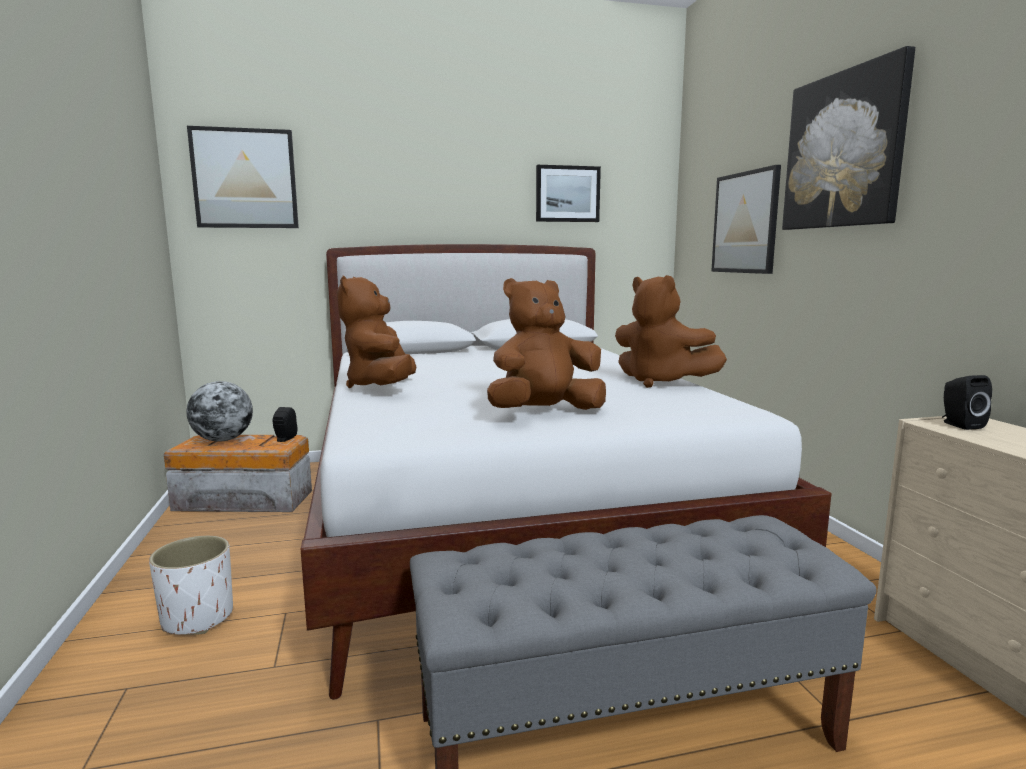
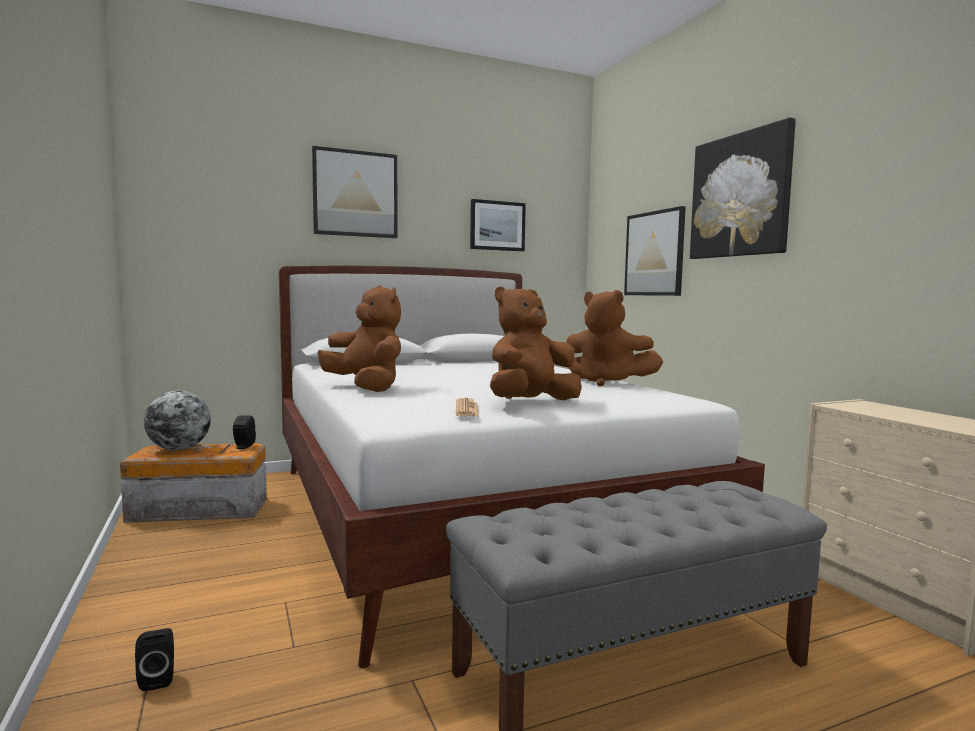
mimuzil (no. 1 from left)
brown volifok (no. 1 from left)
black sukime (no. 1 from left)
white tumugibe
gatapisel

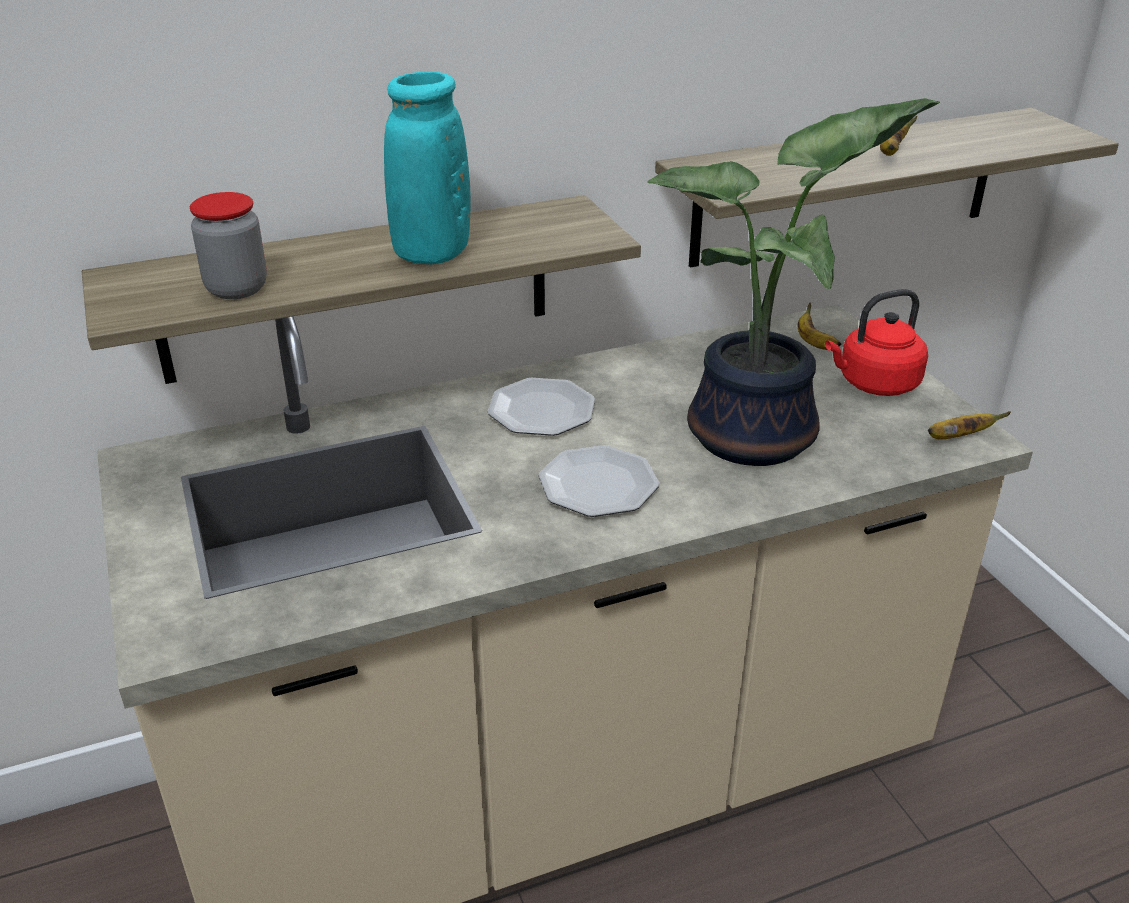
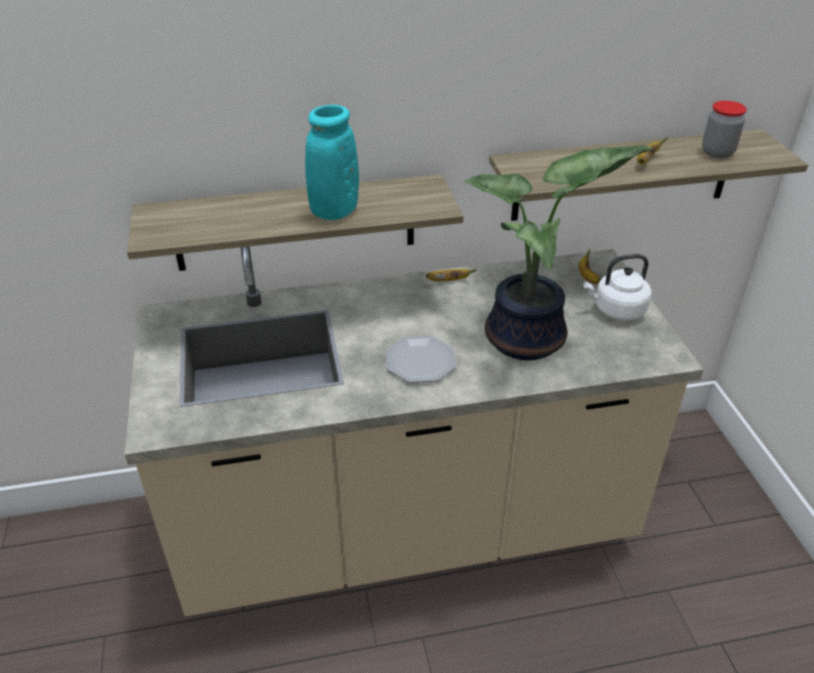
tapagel
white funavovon
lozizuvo (no. 1 from left in the first image)
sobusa (no. 1 from left)

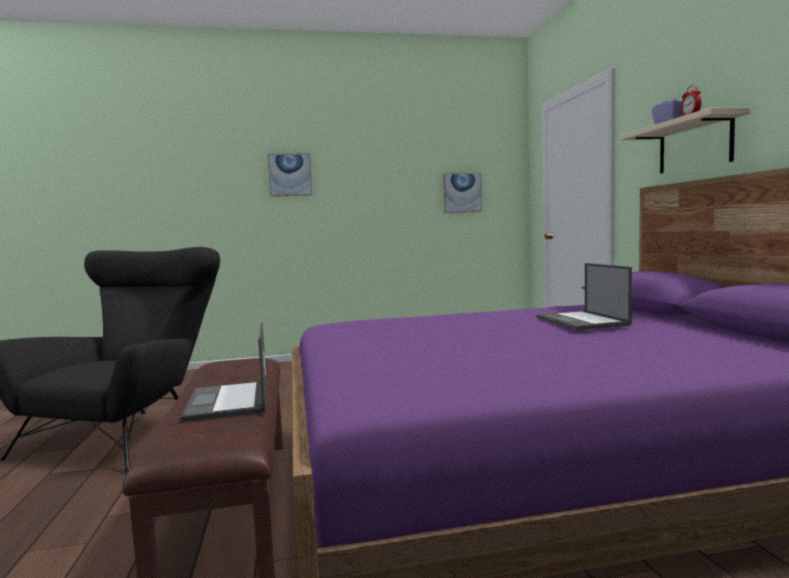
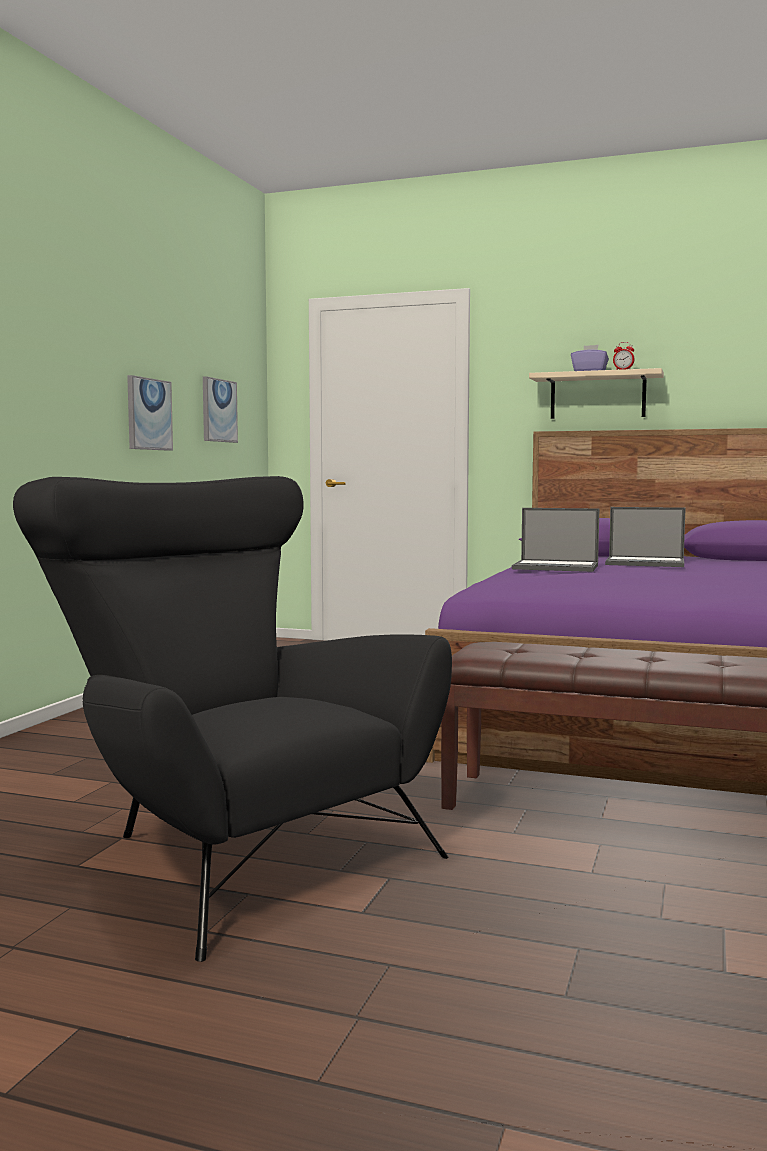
mimuzil (no. 1 from left)
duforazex (no. 1 from left)

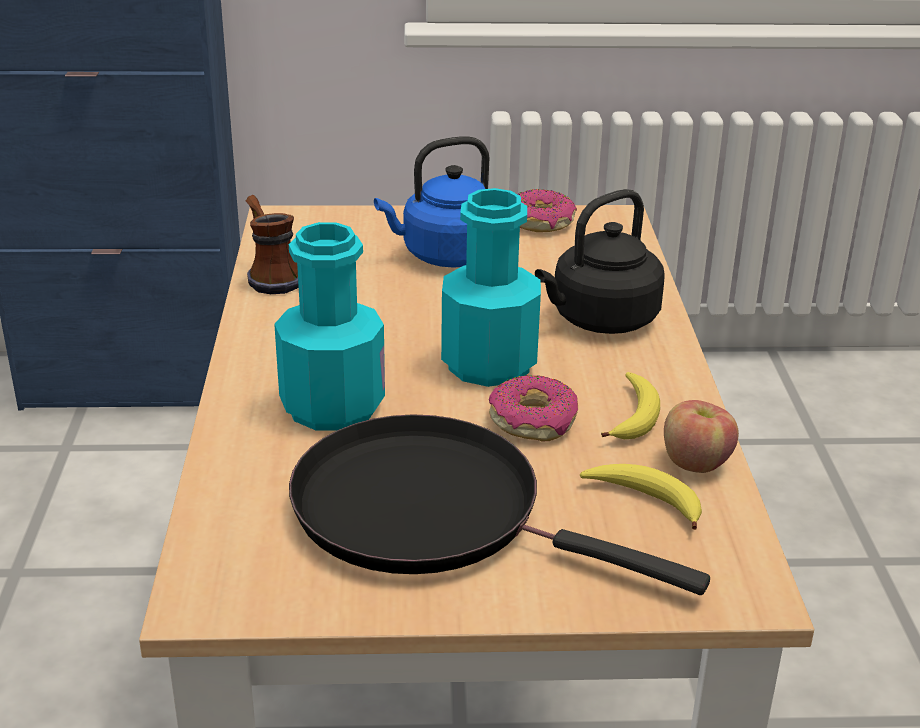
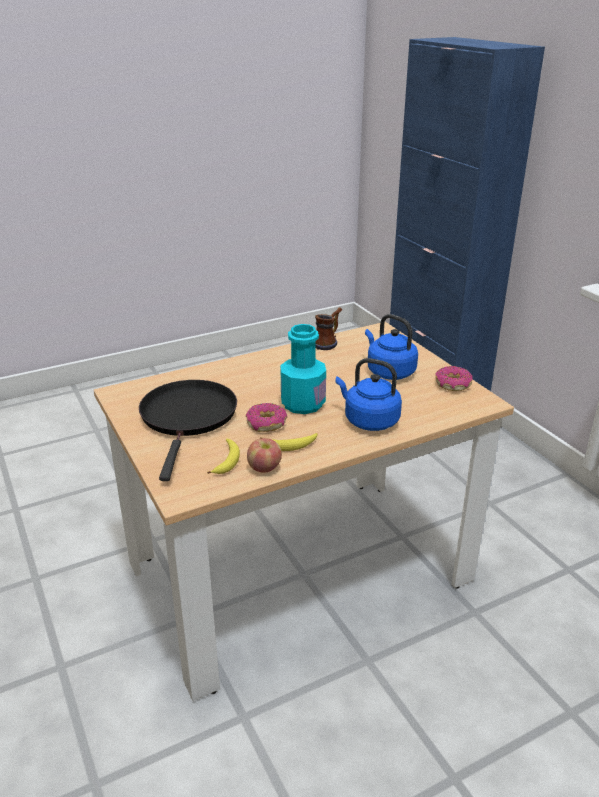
blue funavovon (no. 1 from left)
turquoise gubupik (no. 1 from left in the first image)

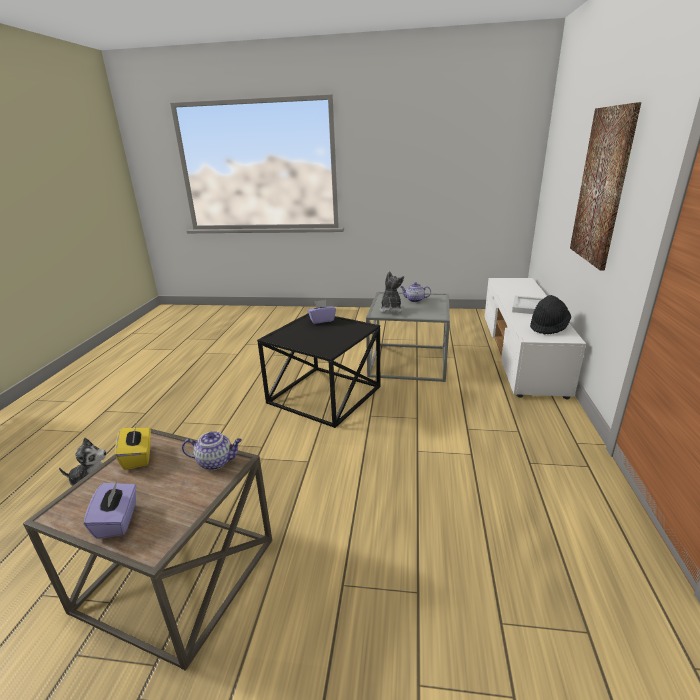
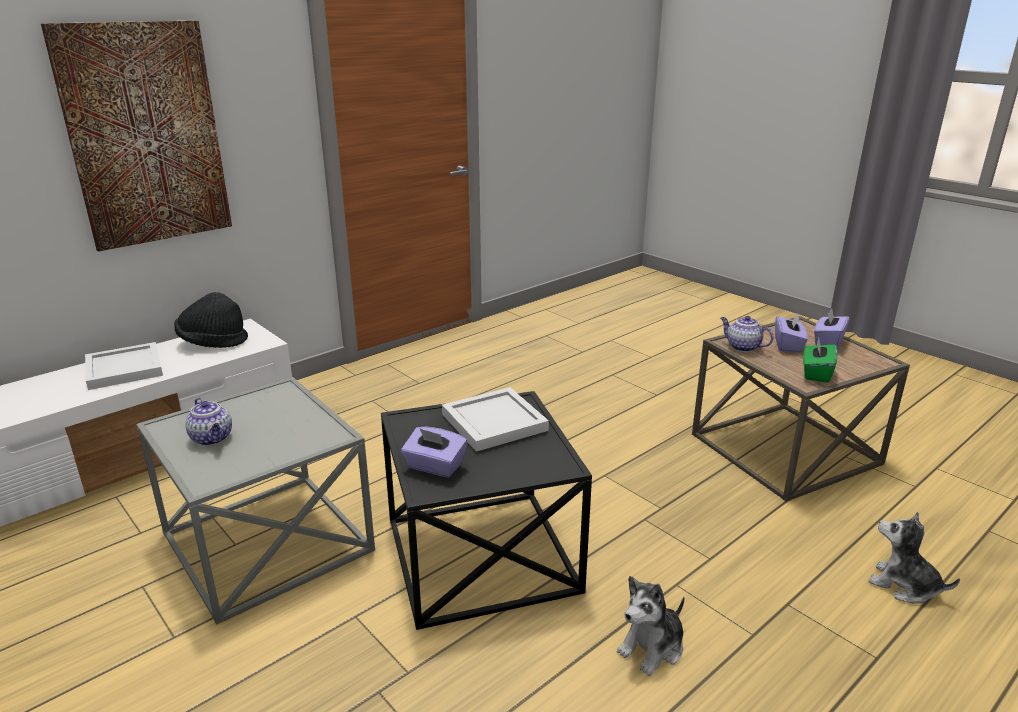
volifok (no. 1 from left)
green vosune
purple vosune (no. 2 from left)
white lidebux (no. 2 from left)

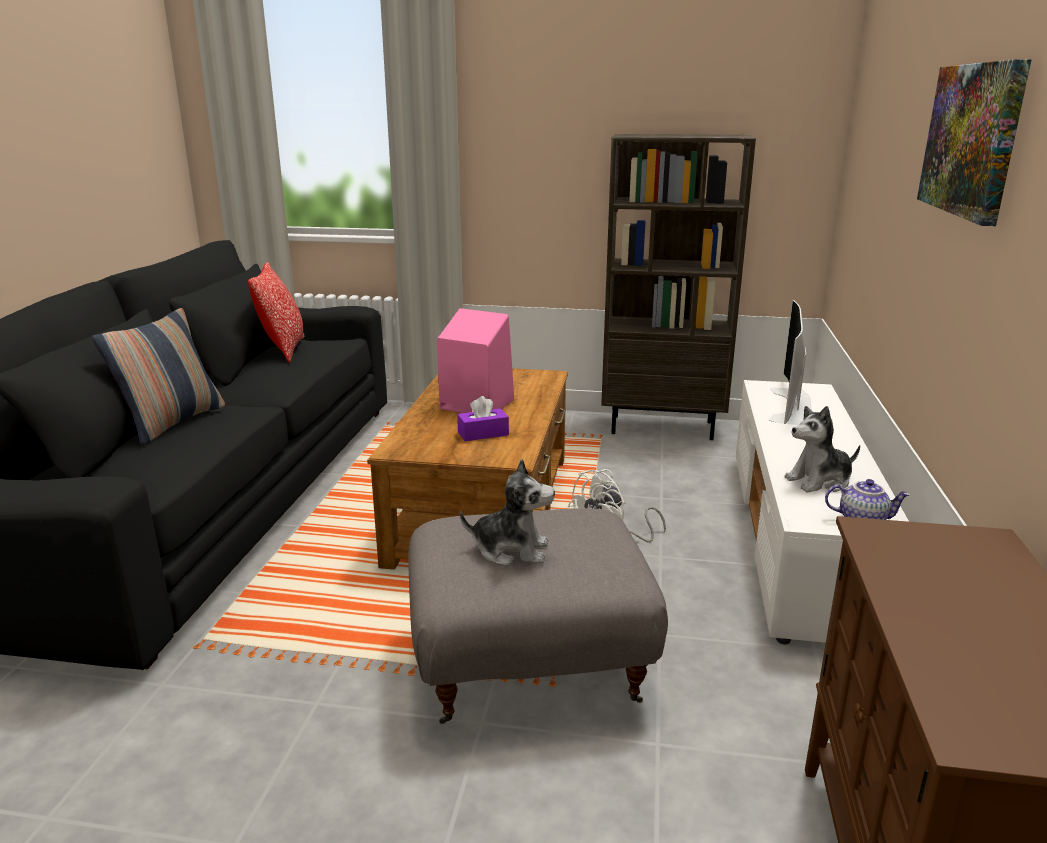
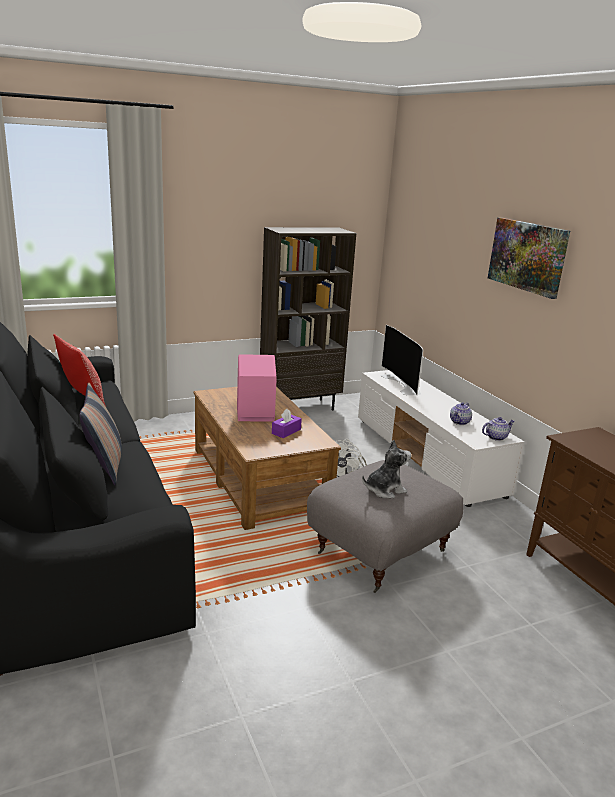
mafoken (no. 1 from left)

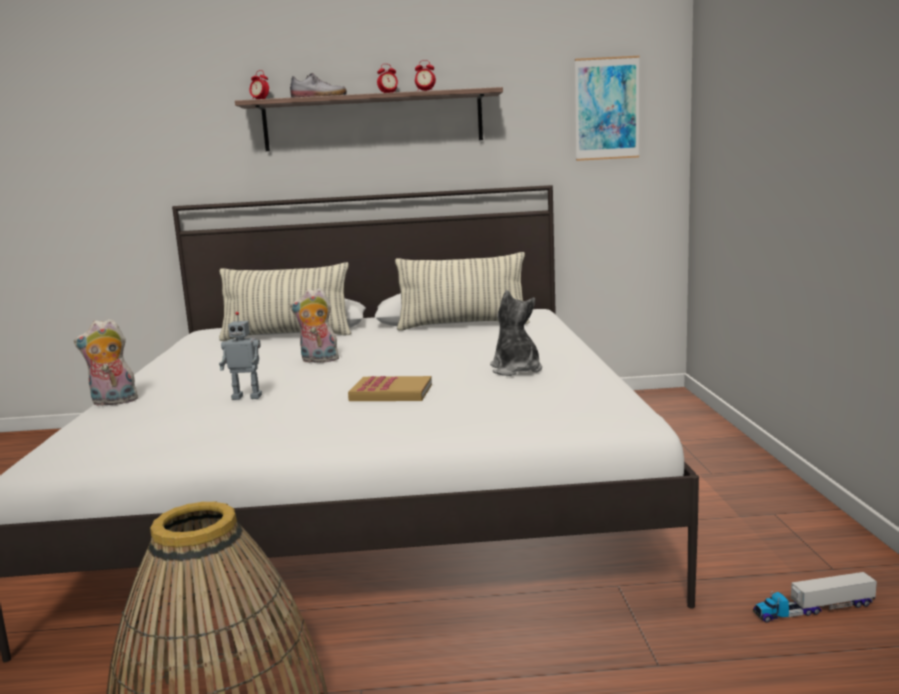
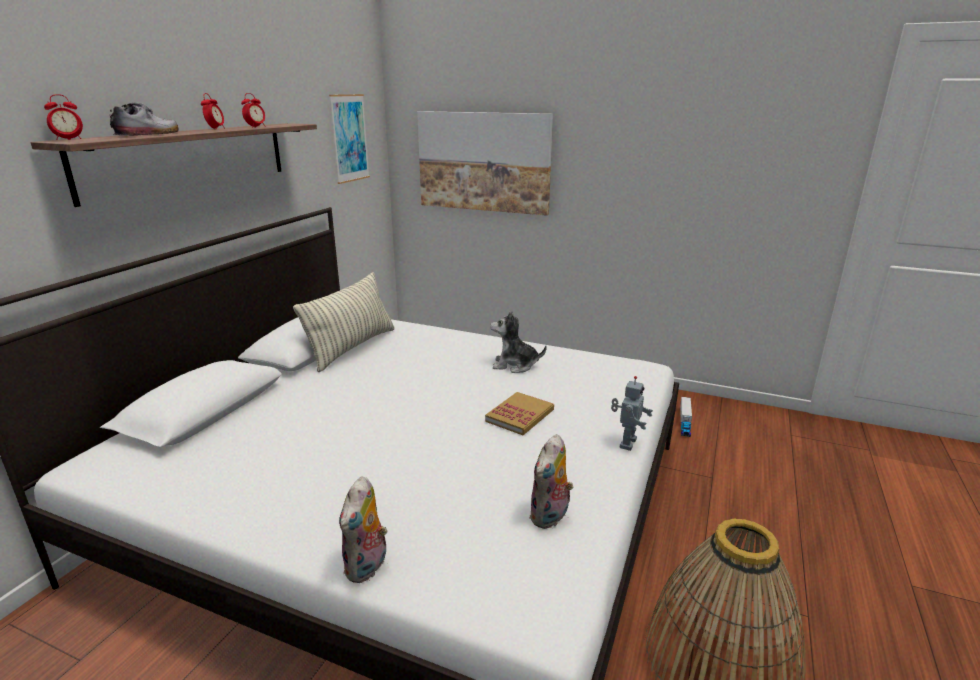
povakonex (no. 1 from left in the first image)
volifok (no. 3 from left)
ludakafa
mimuzil (no. 2 from left)

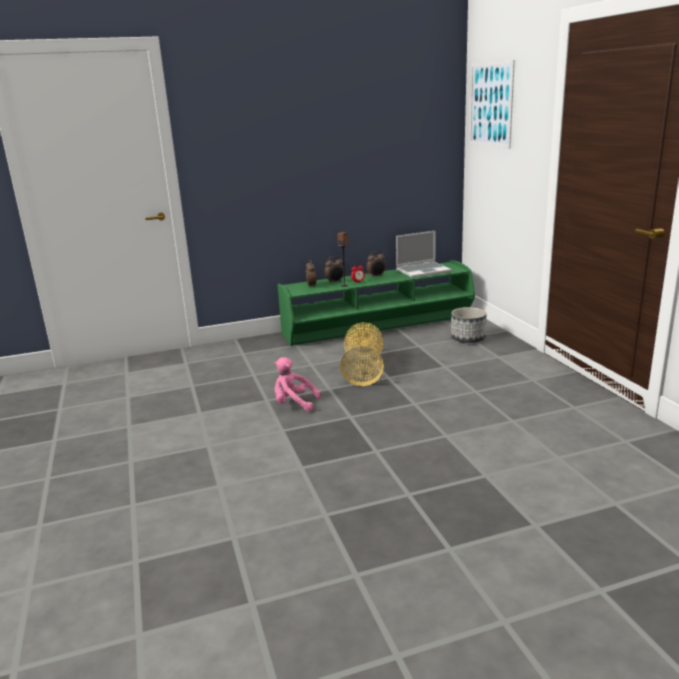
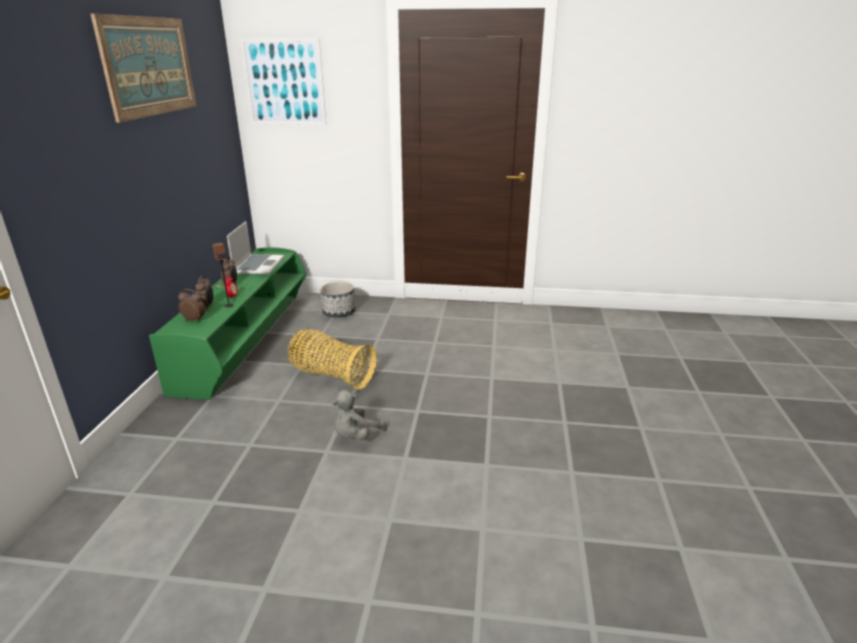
grey volifok
mimuzil (no. 1 from left)

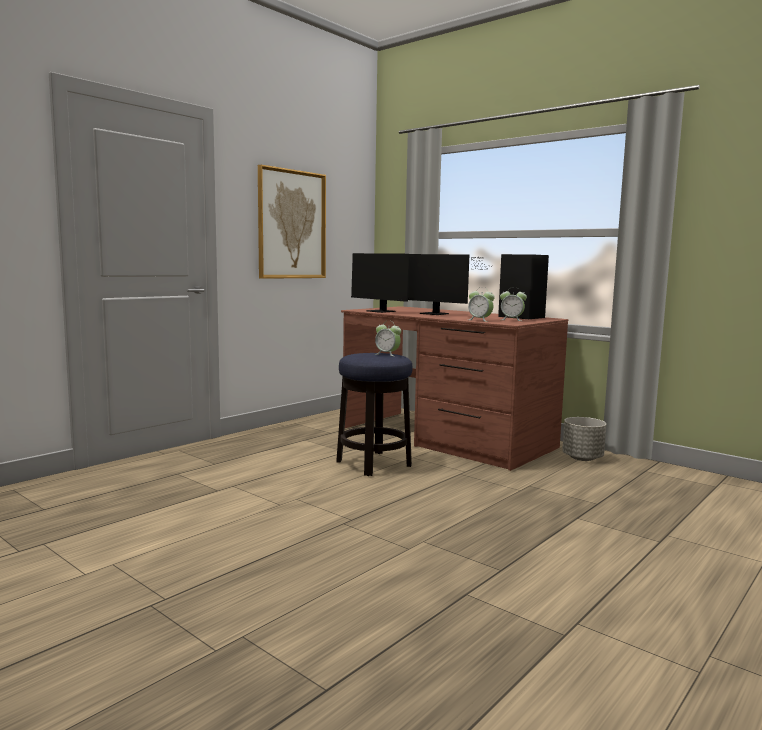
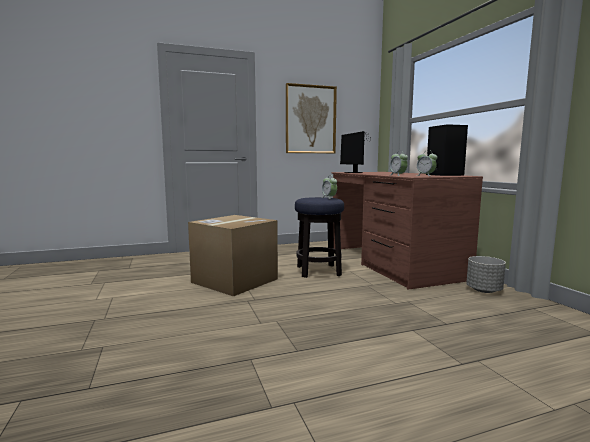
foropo (no. 2 from left in the first image)
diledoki

